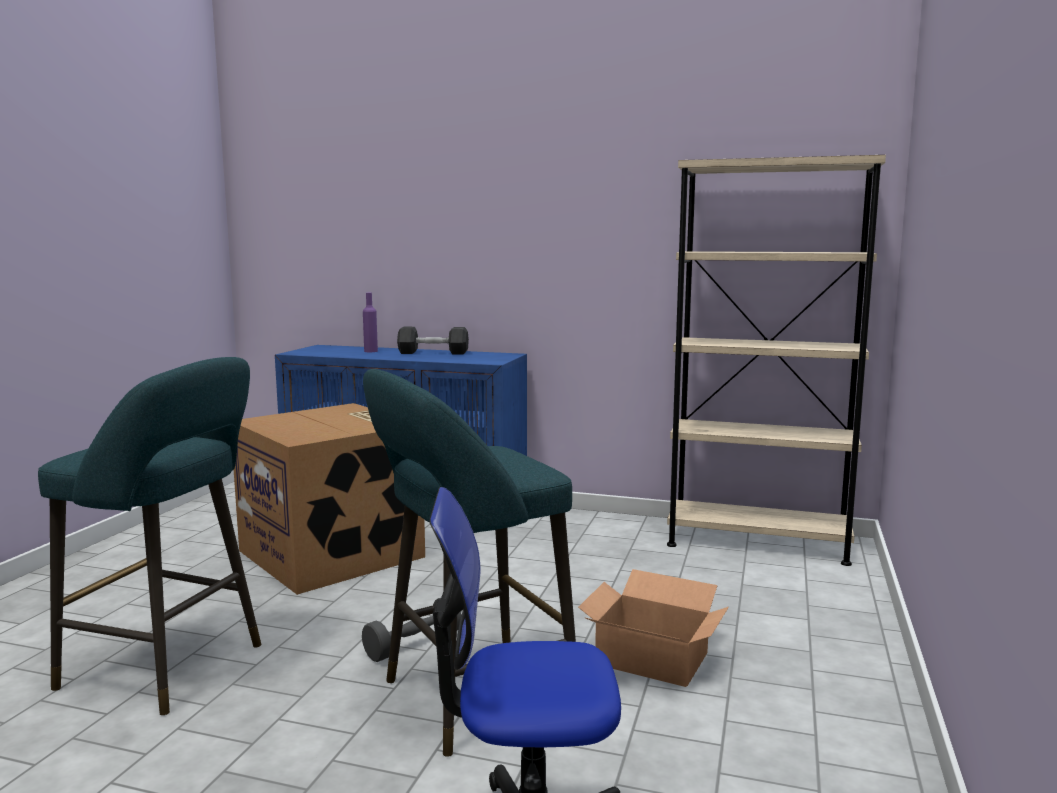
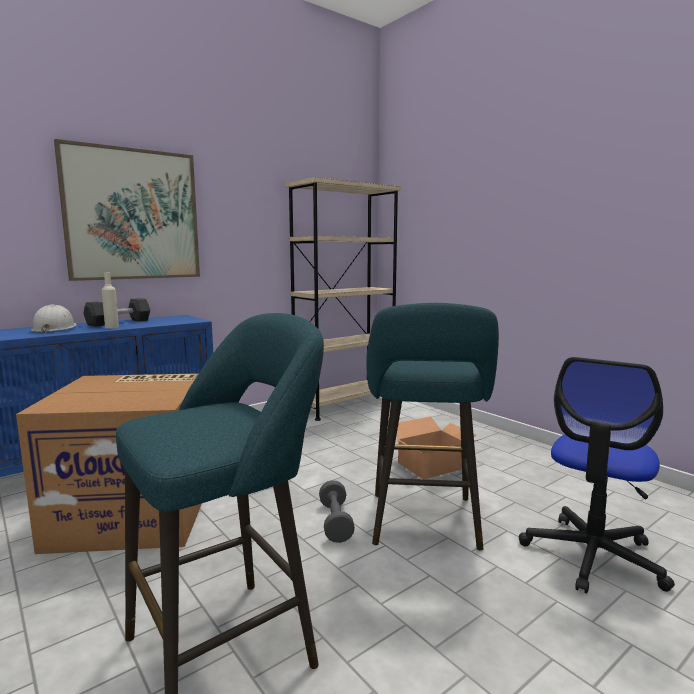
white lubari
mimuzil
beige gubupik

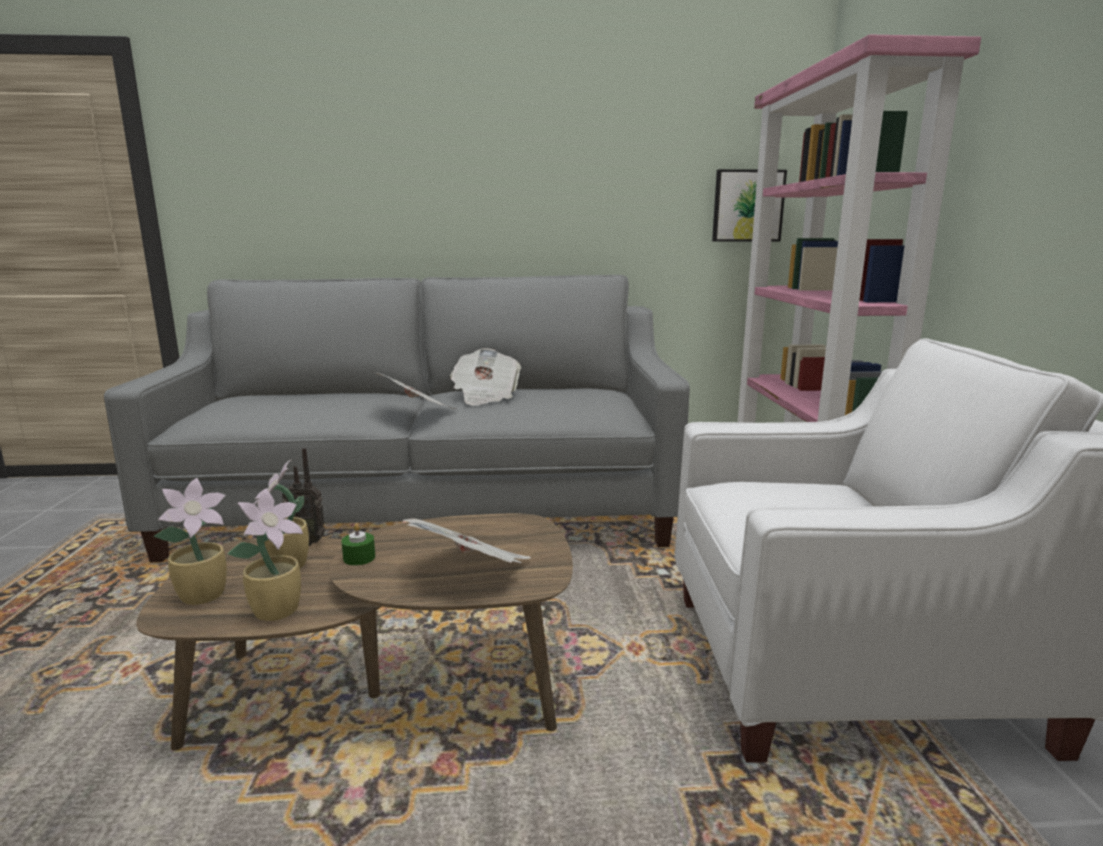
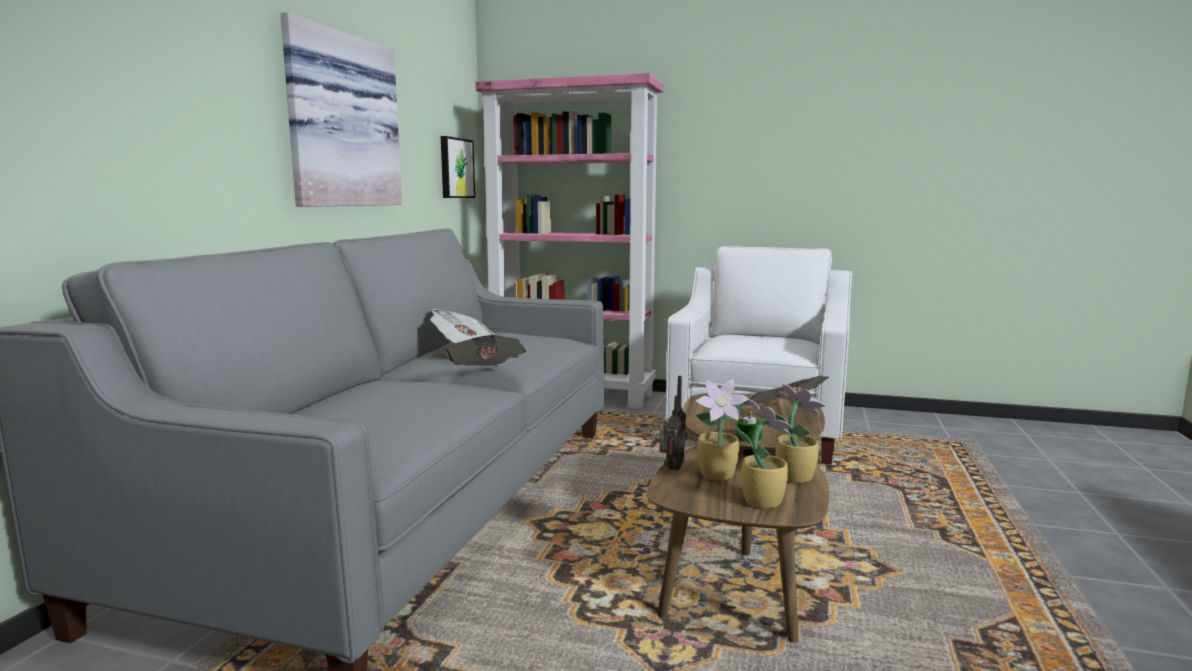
mimuzil (no. 1 from left)

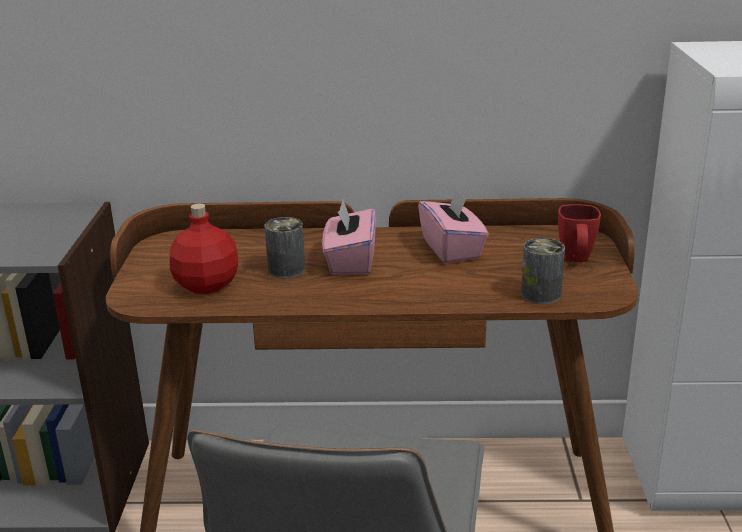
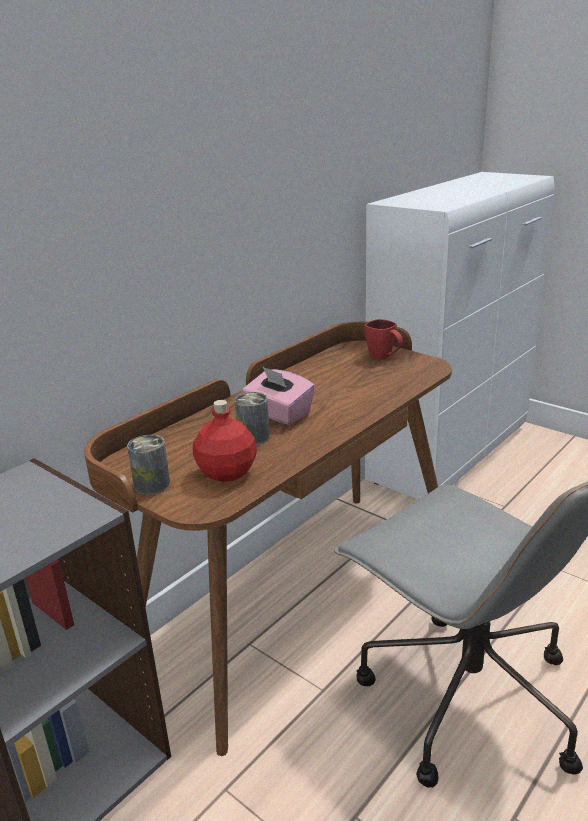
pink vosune (no. 2 from left in the first image)
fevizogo (no. 1 from left)

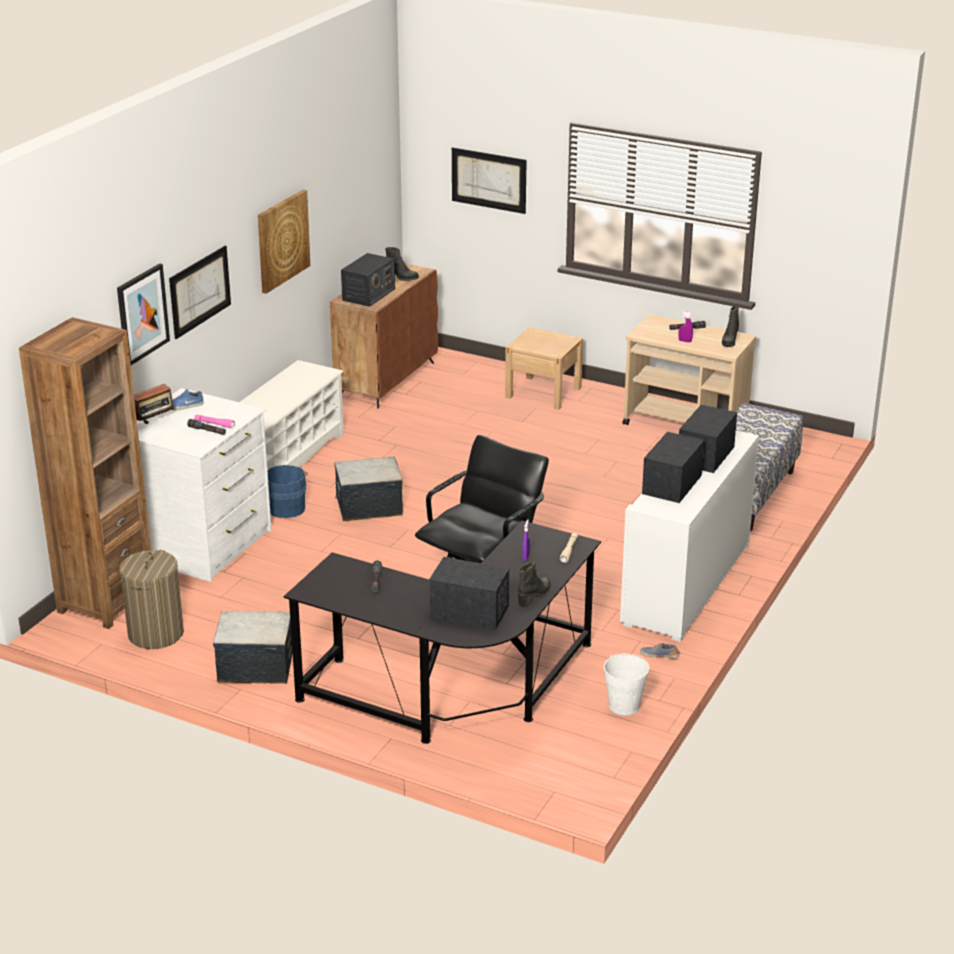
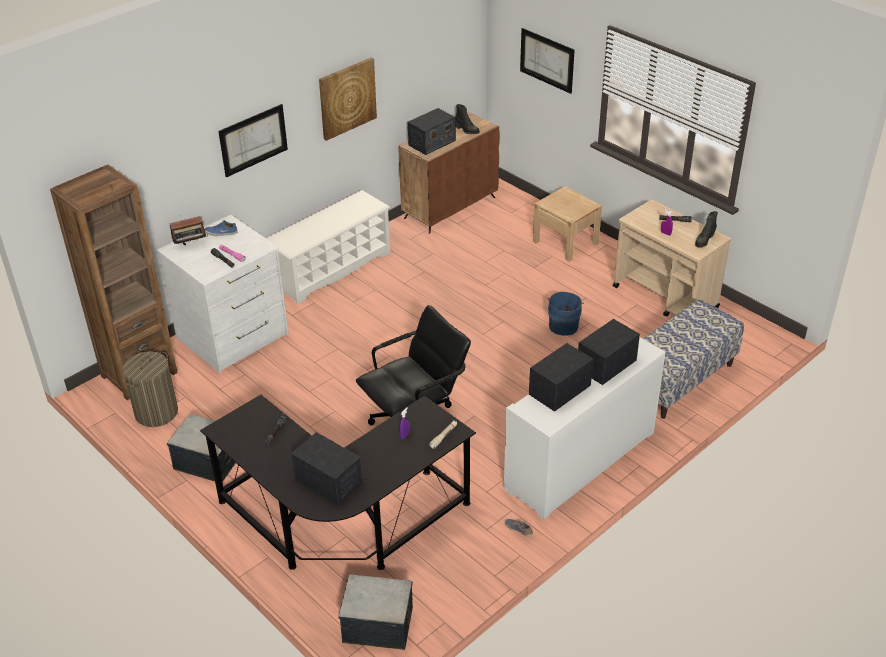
mimuzil (no. 1 from left in the first image)
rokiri (no. 2 from left)
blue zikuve
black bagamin (no. 2 from left in the first image)
white zikuve

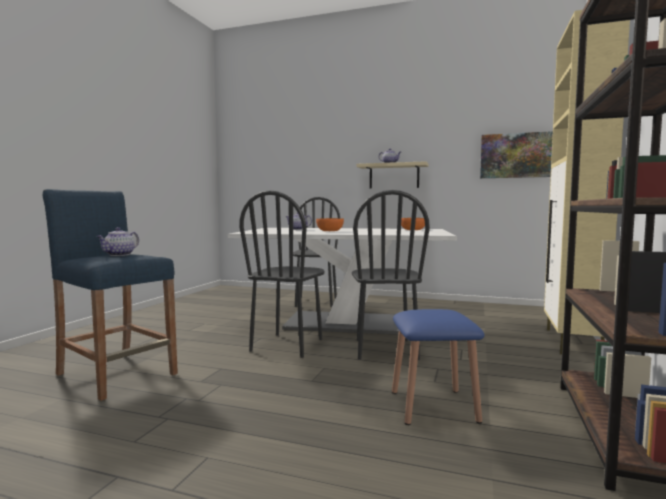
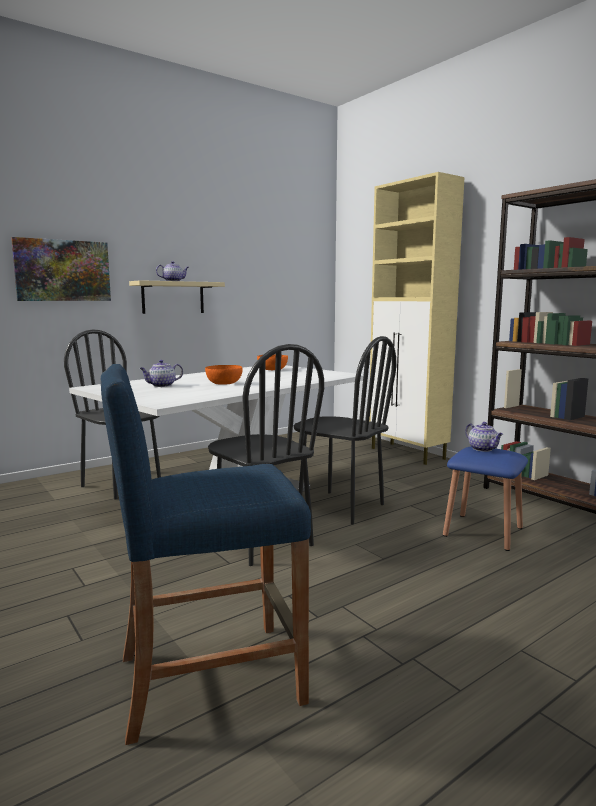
mimuzil
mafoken (no. 3 from left)

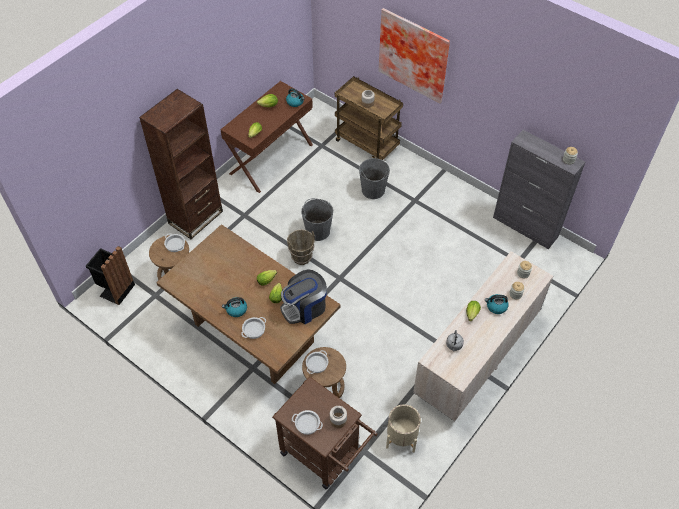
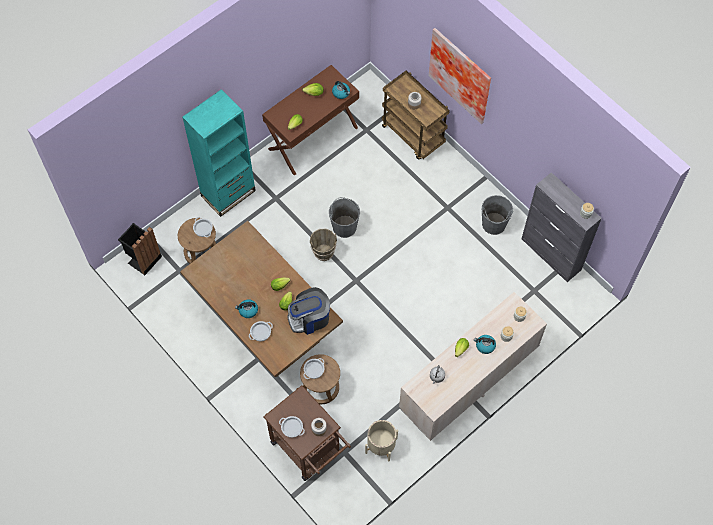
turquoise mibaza
grey zikuve (no. 2 from left)

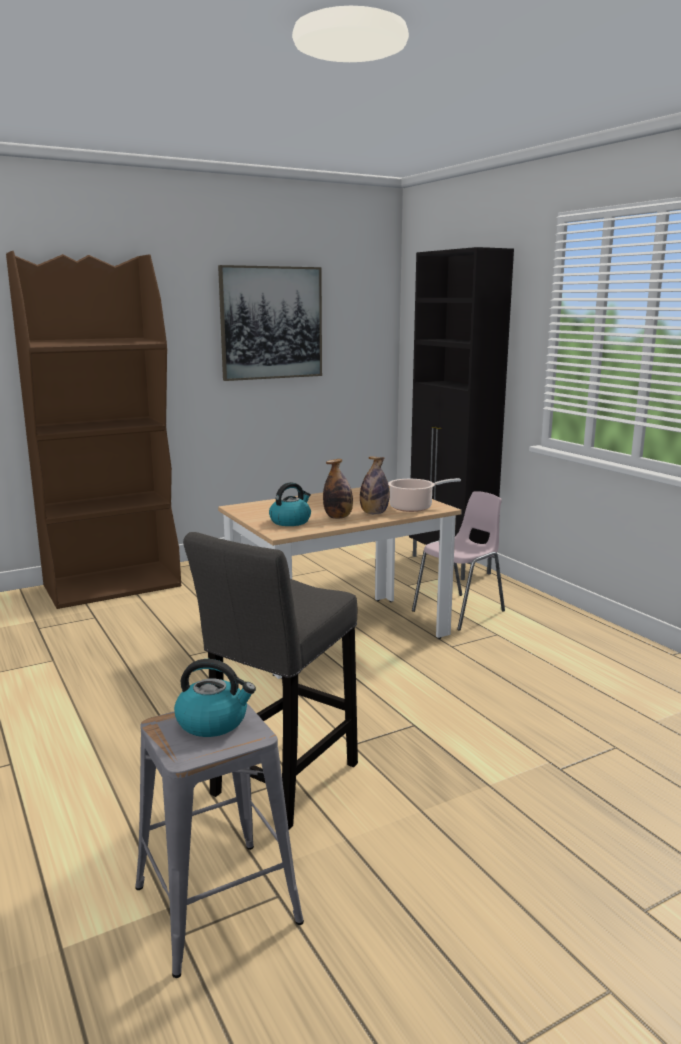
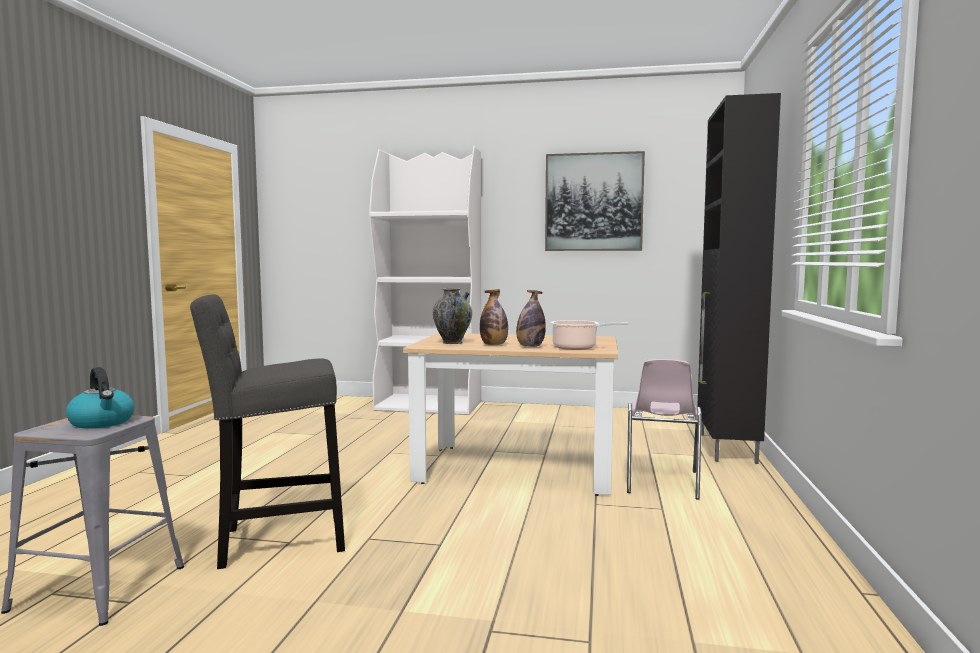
white mibaza
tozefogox
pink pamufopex

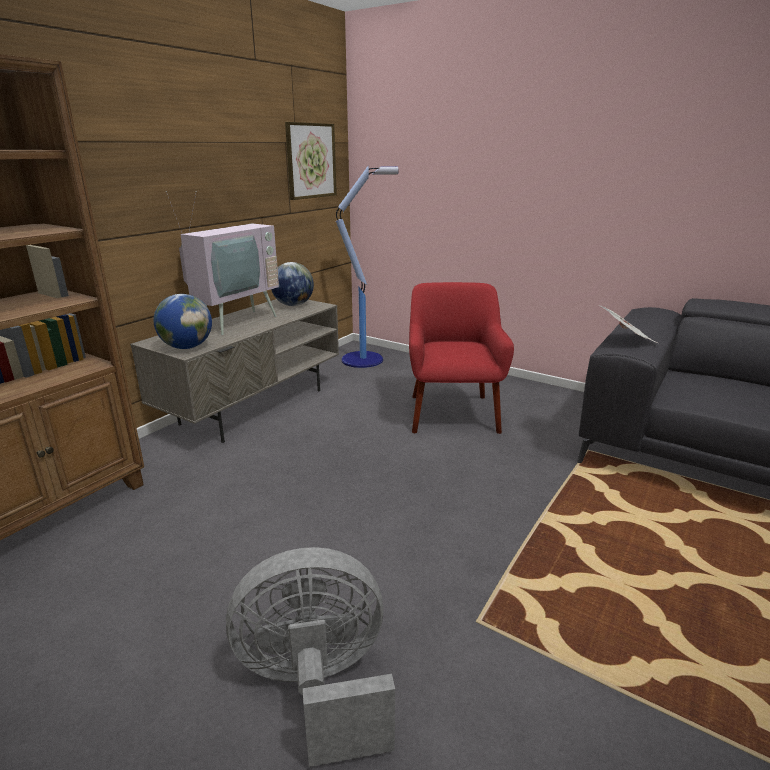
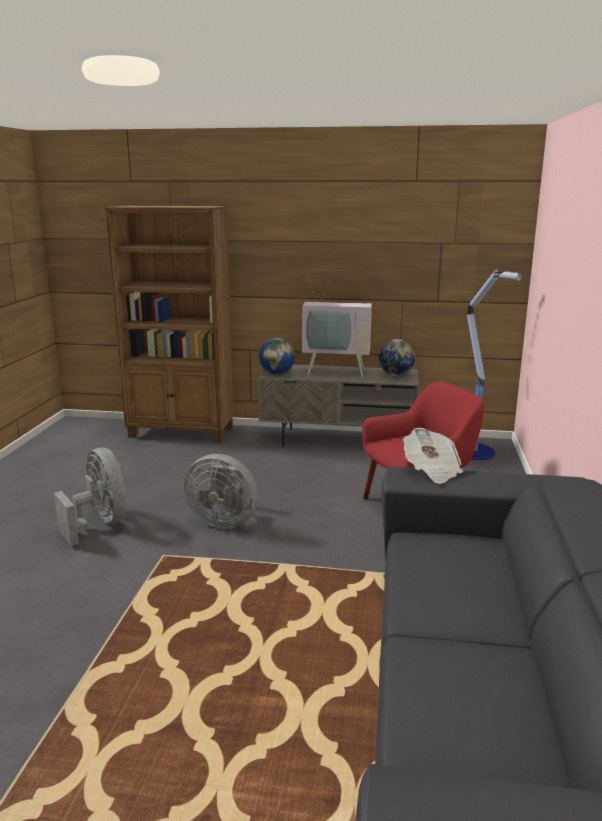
mimuzil
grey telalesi (no. 2 from left)

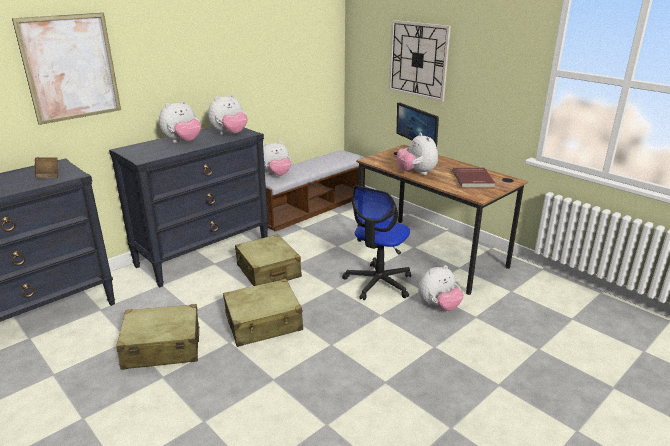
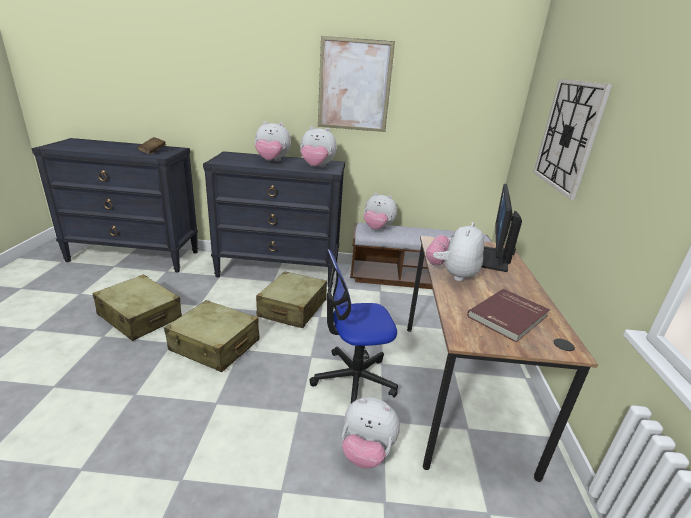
mimuzil

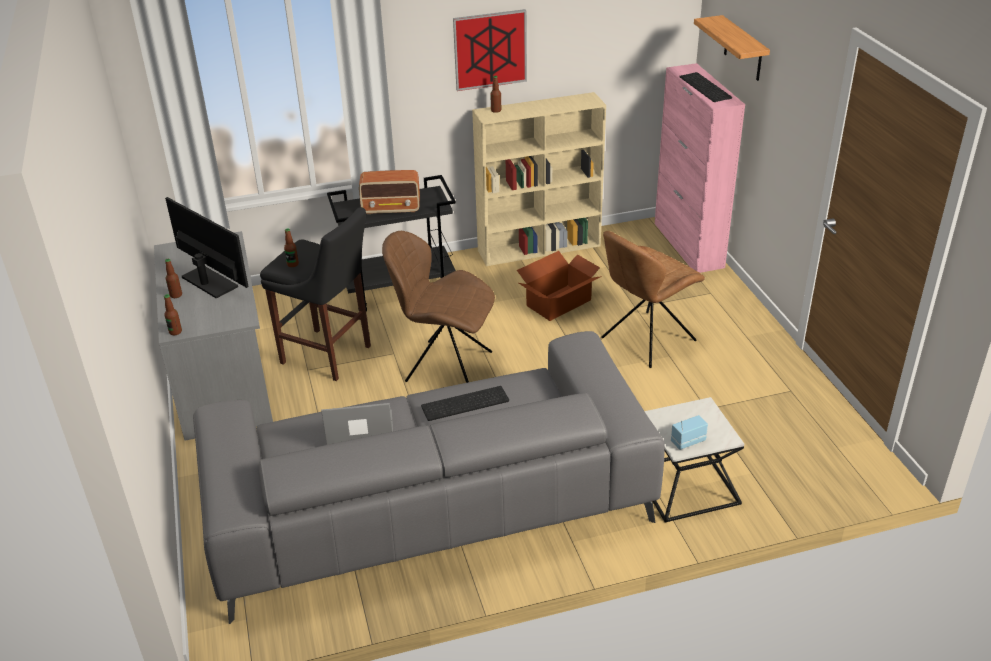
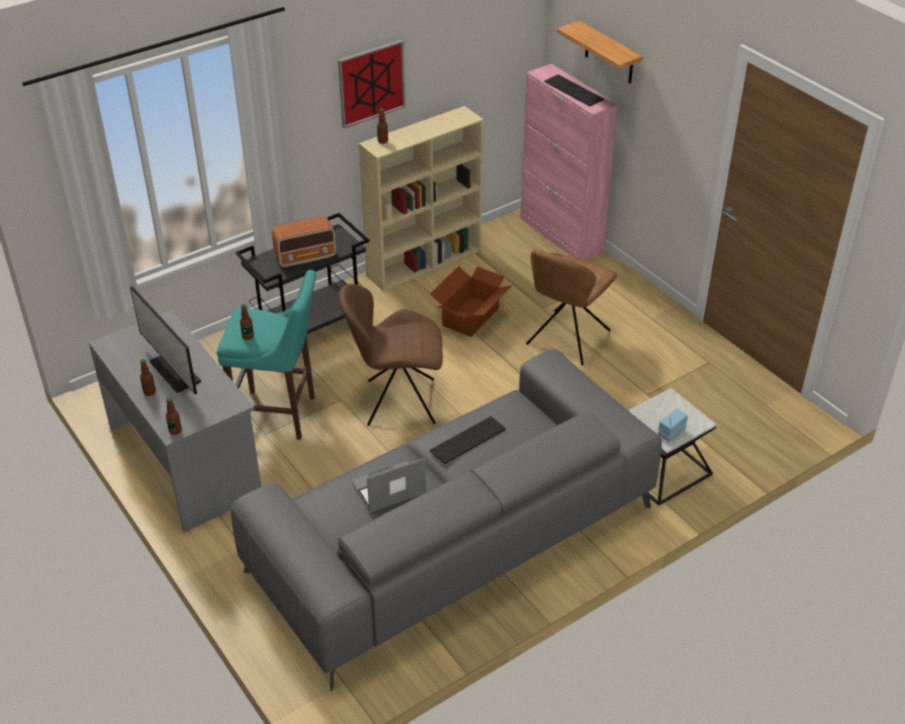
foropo
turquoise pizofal

